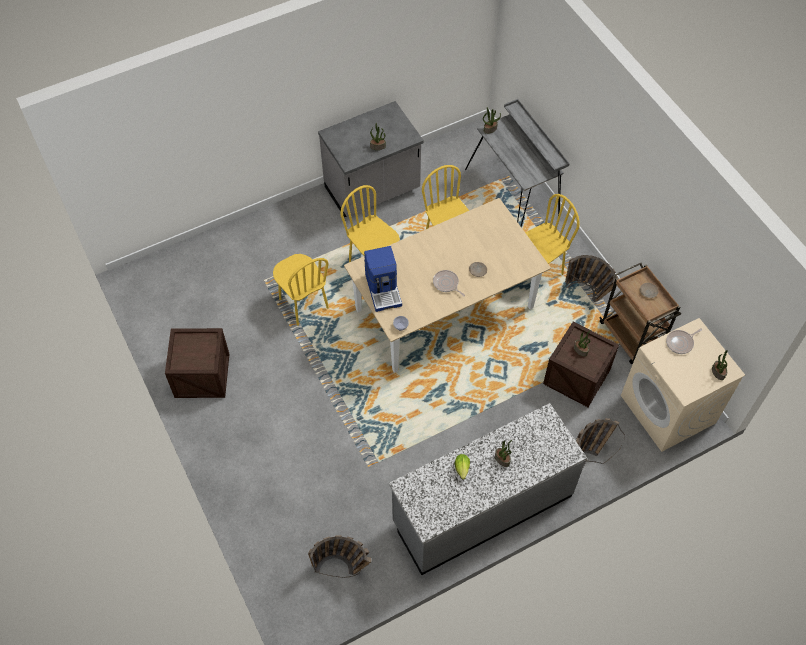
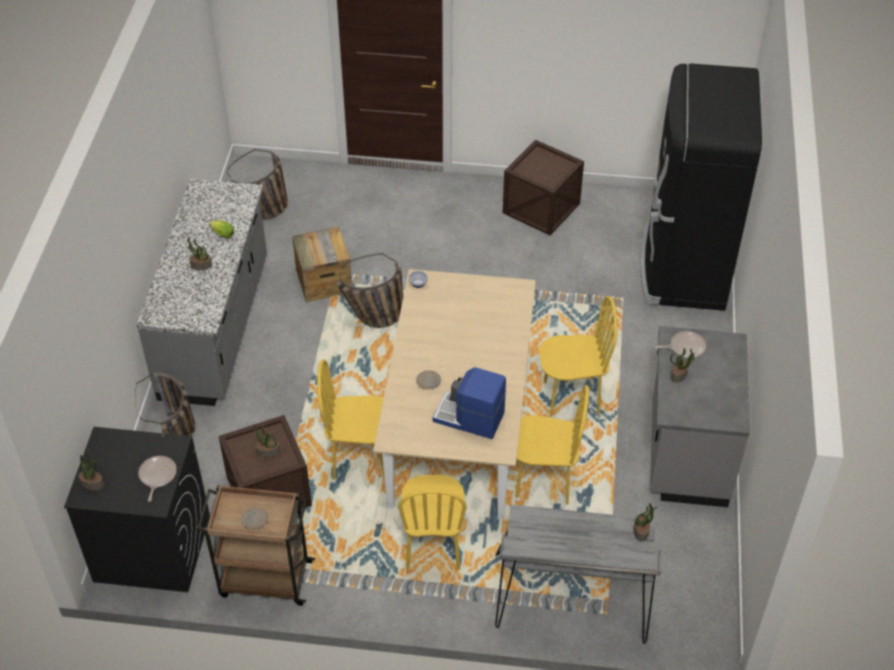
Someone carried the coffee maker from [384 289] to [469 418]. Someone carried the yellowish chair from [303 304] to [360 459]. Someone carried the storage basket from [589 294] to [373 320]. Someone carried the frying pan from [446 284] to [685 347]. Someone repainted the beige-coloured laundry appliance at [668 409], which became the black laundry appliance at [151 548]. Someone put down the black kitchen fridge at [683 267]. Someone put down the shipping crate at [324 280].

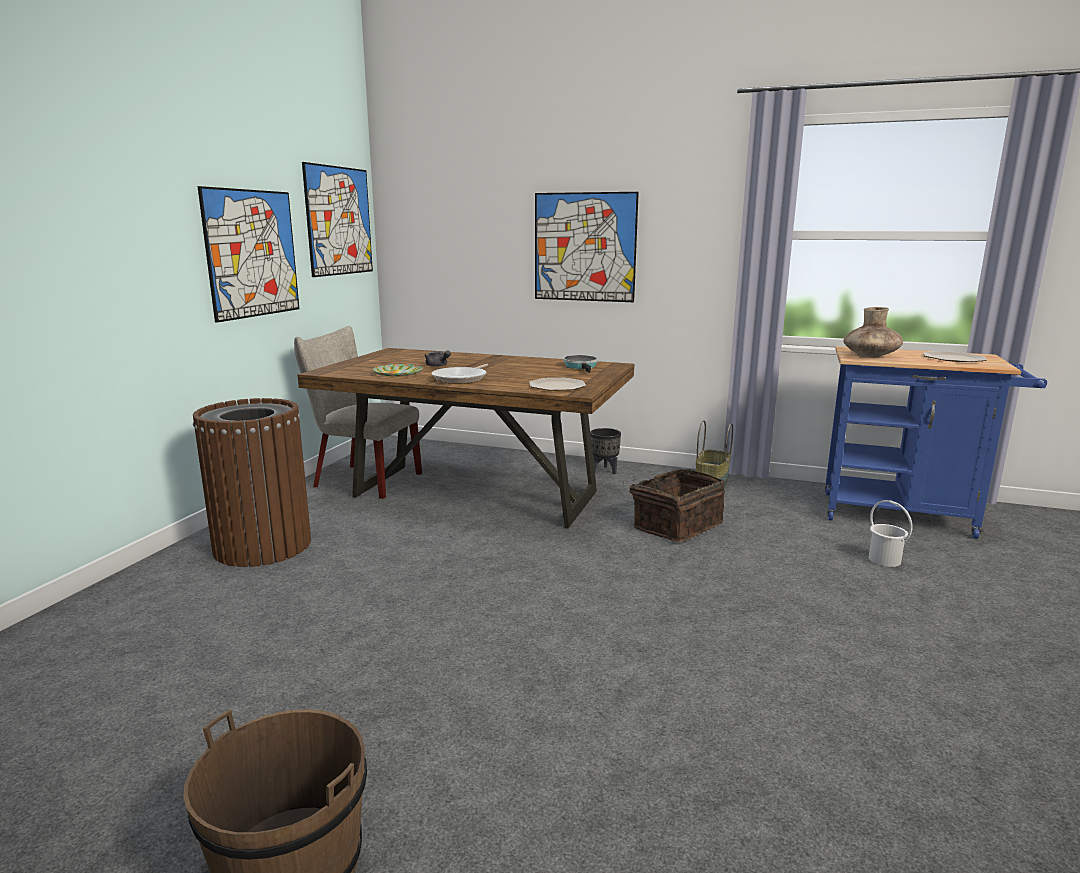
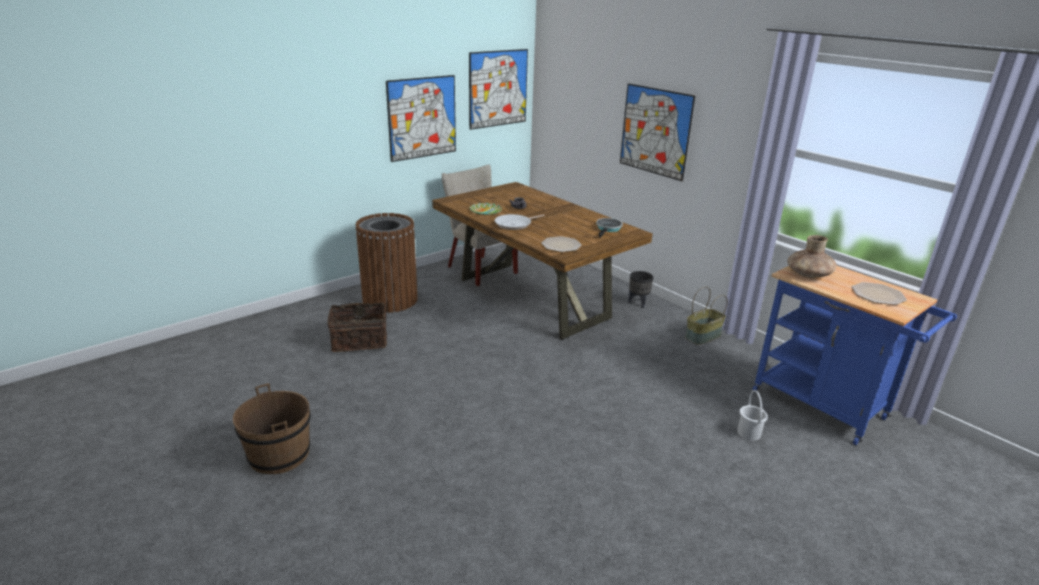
Someone carried the storage basket from [675 526] to [359 340].

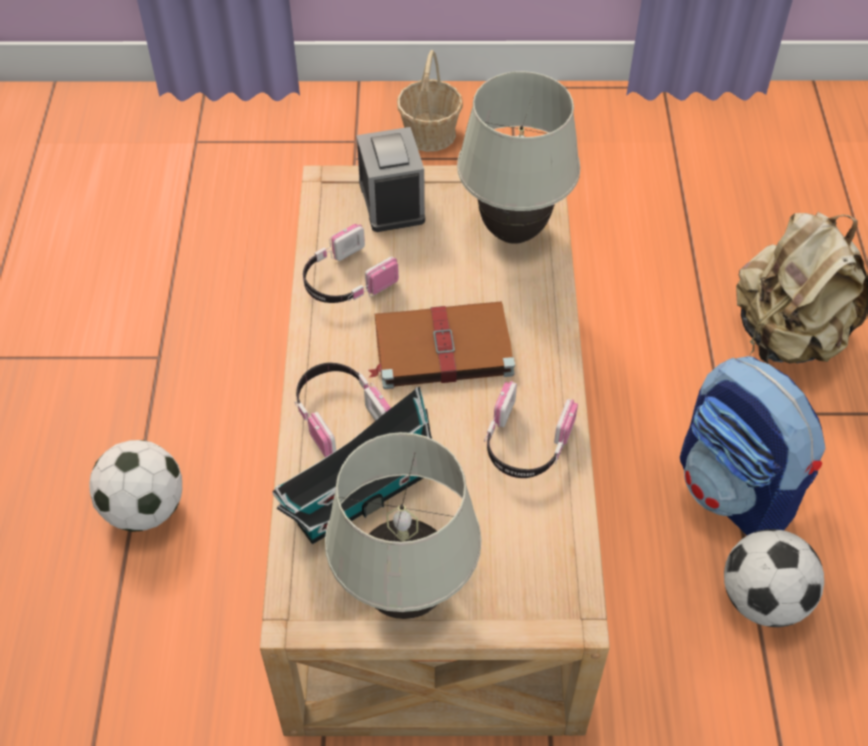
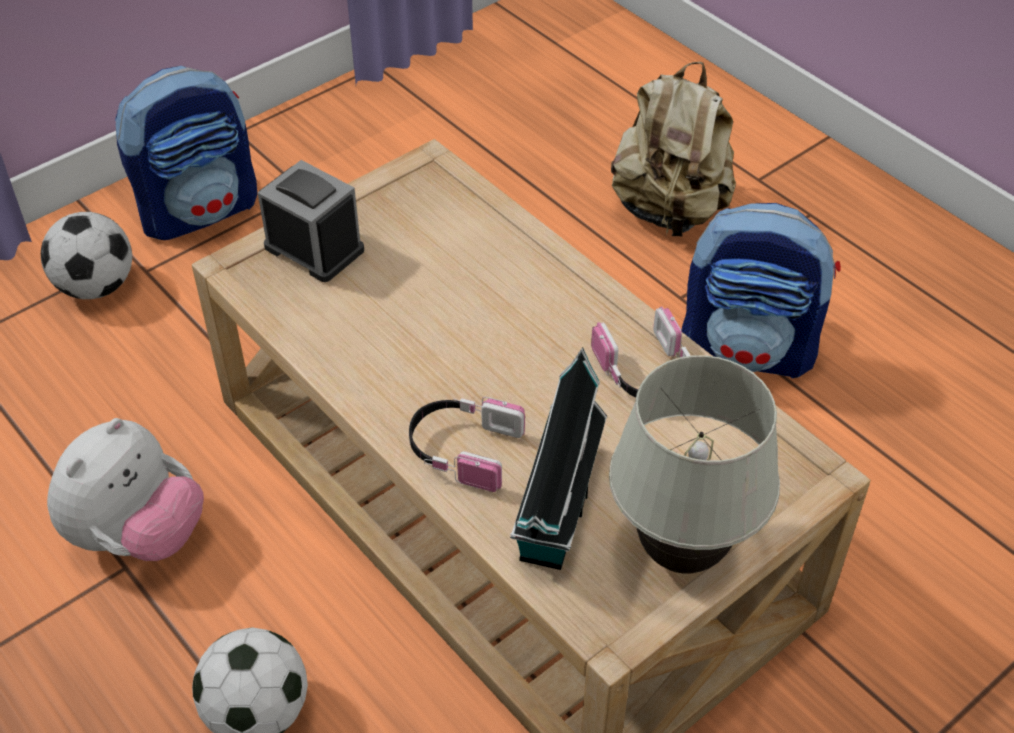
Someone swapped the storage basket at [430 133] for the knapsack at [200 210]. Someone took away the whitish table lamp at [514 232]. Someone took away the headphones at [345 281]. Someone took away the brown-coloured bound book at [440 348]. Someone carried the football from [763 599] to [96 286]. Someone put down the soft toy at [138 535].

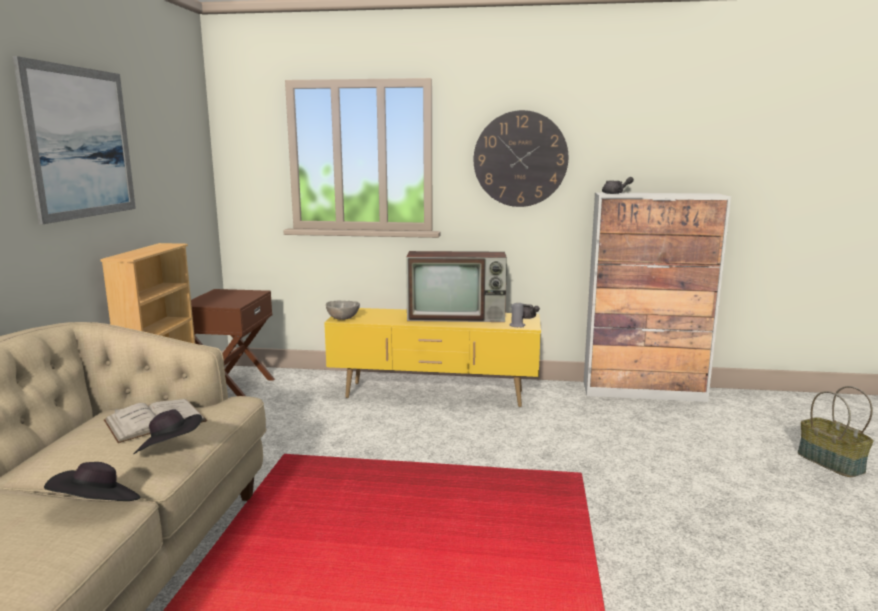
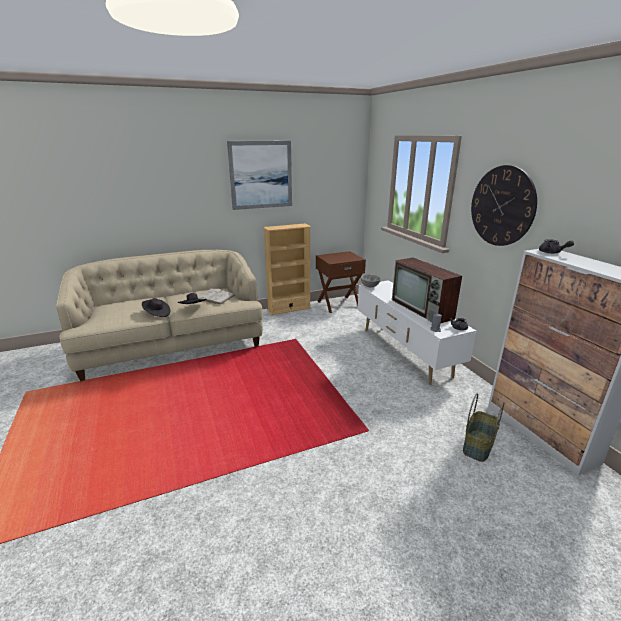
Someone repainted the yellowish tv unit at [435 395], which became the whitish tv unit at [404 352]. Someone carried the storage basket from [829 462] to [477 445].

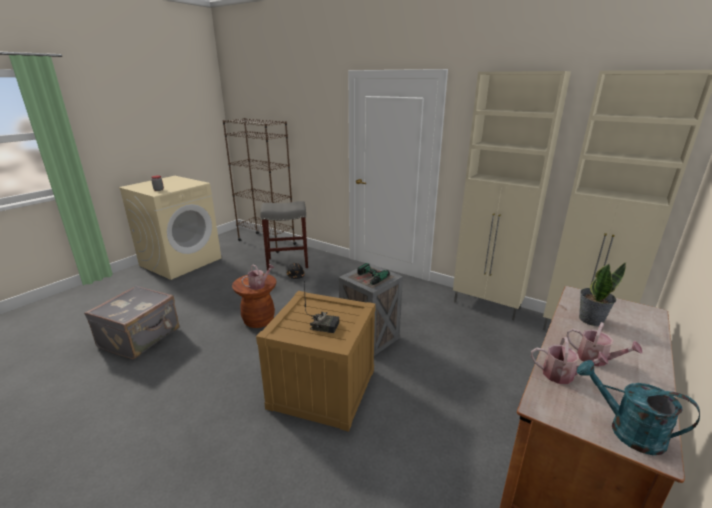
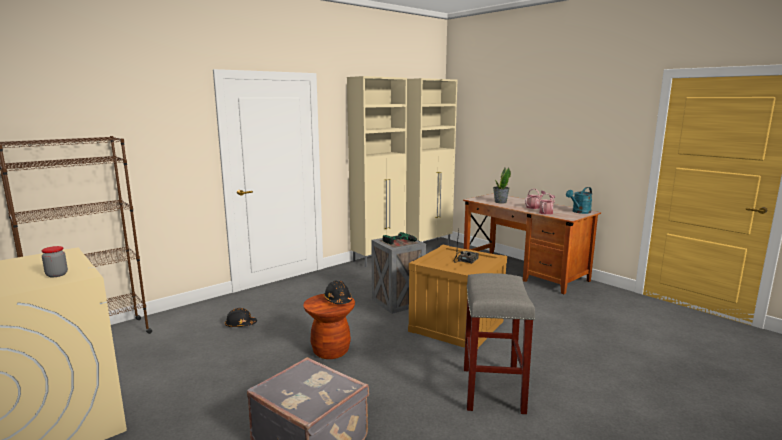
Someone carried the gray sitting stool from [288 263] to [492 389]. Someone swapped the watering can at [259 285] for the black hard hat at [338 300].

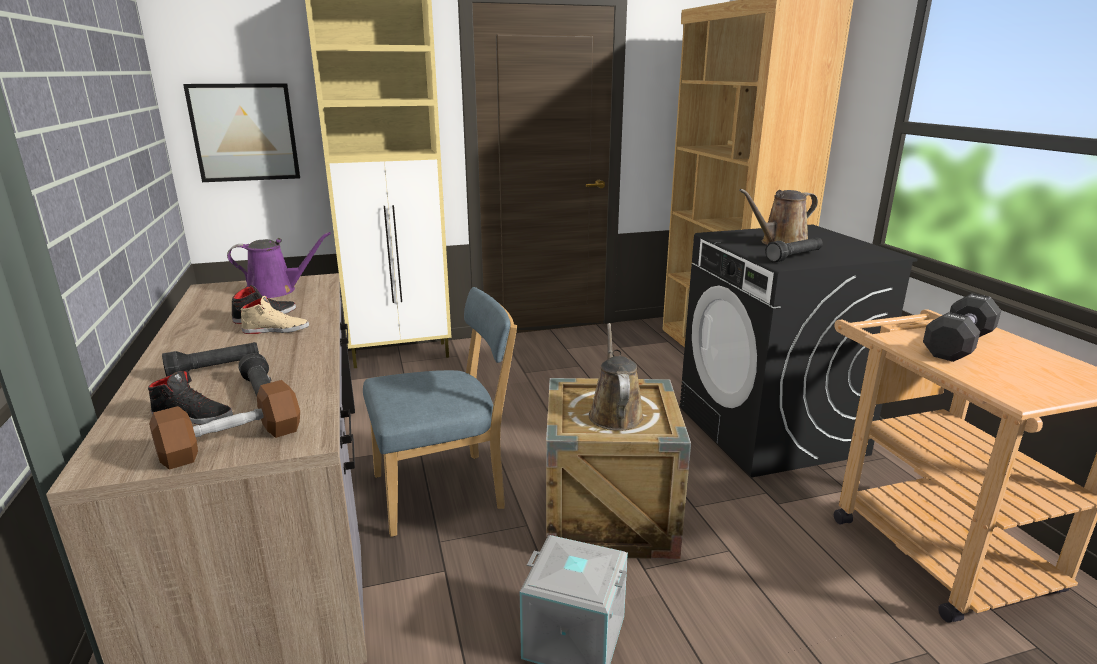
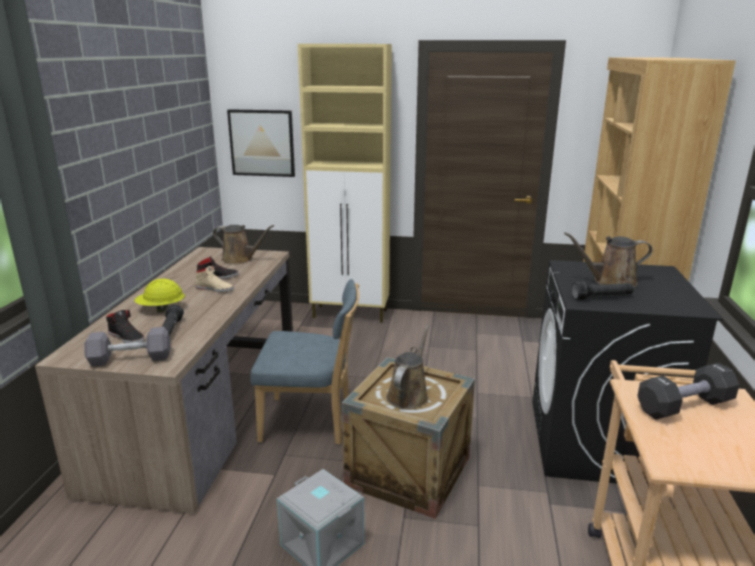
Someone repainted the purple watering can at [276 291], which became the brown-coloured watering can at [240 259]. Someone swapped the black hand torch at [214 369] for the yellowish hard hat at [161 309]. Someone repainted the brown-coloured hand weight at [232 443], which became the gray hand weight at [130 359].

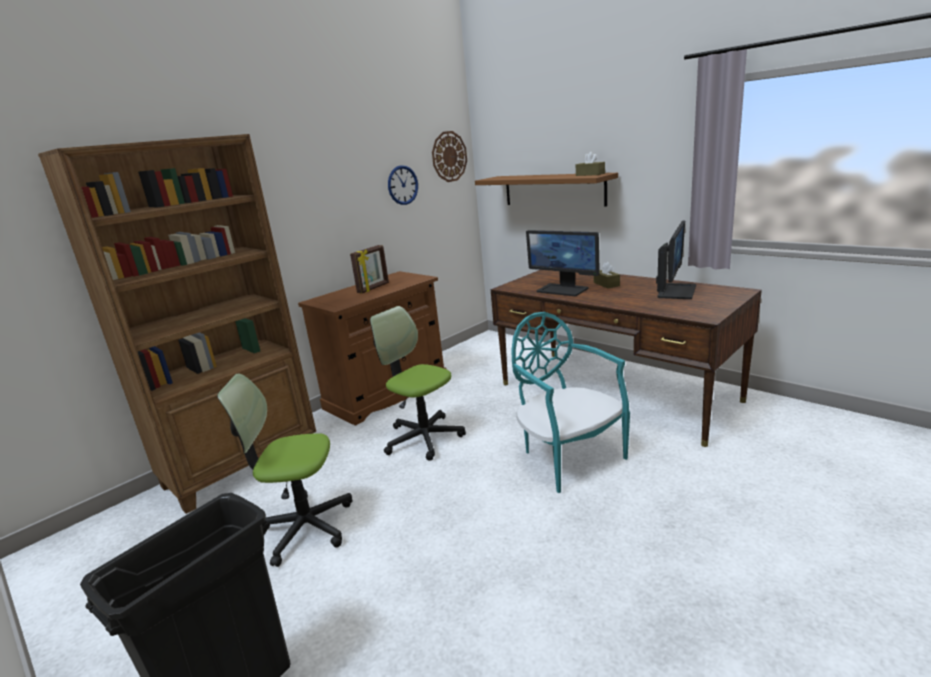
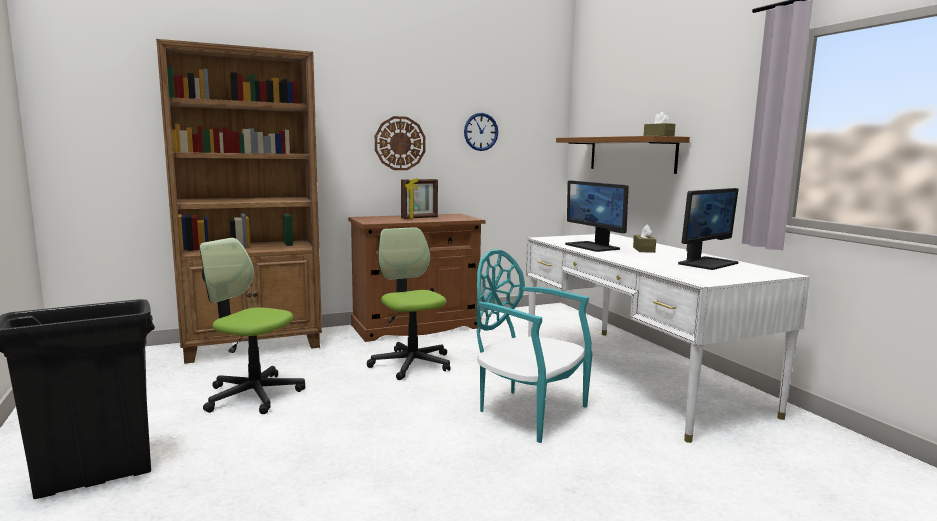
Someone carried the wall clock from [449 156] to [400 143]. Someone repainted the brown-coloured desk unit at [615 392], which became the whitish desk unit at [636 375]. Someone rotated the turquoise-coloured chair at [568 457] by 45 degrees counterclockwise.

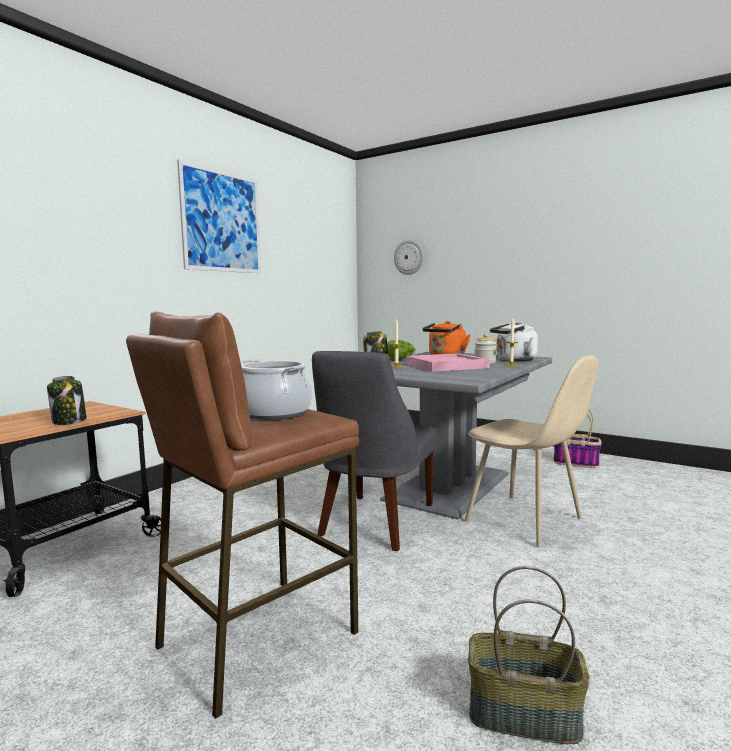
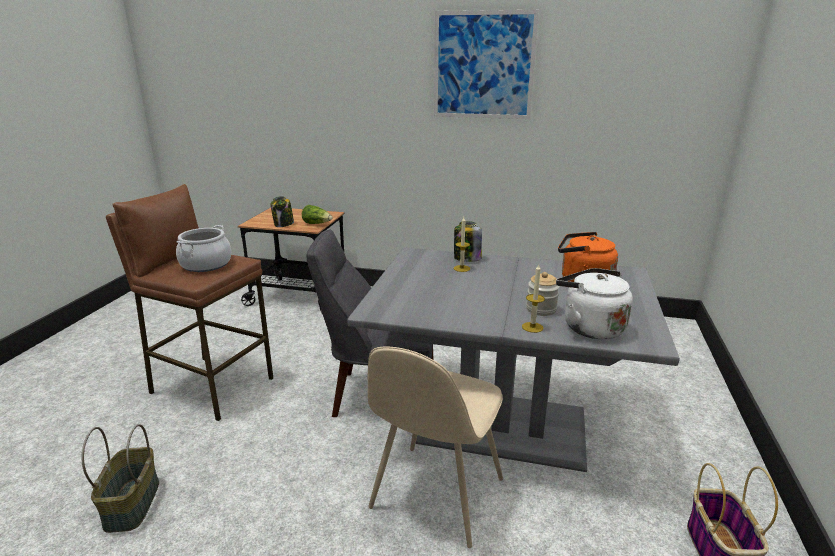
Someone took away the wall clock at [409 257]. Someone carried the head of lettuce from [400 360] to [317 224]. Someone took away the pink-coloured serving tray at [446 366].

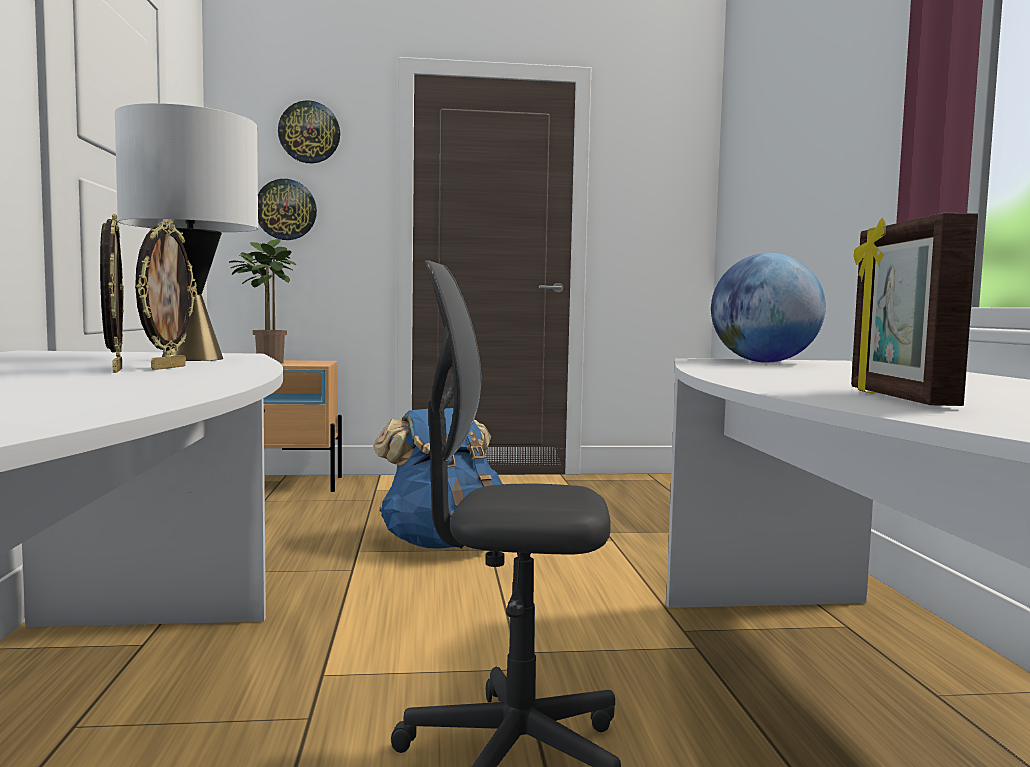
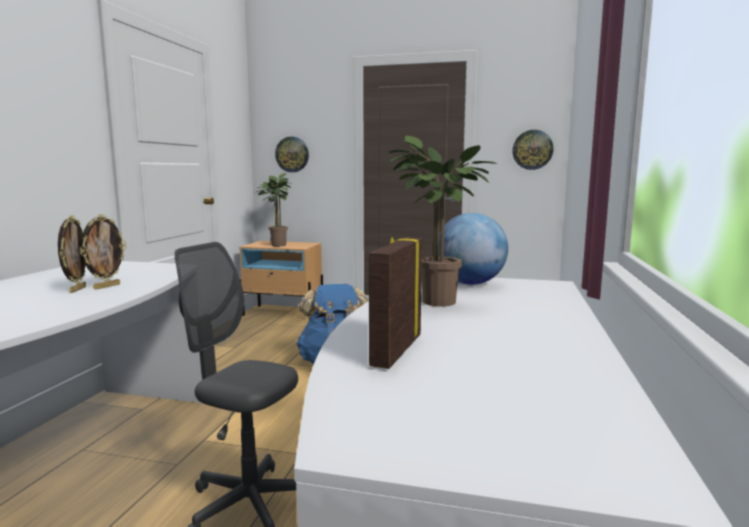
Someone carried the wall clock from [309 132] to [532 150]. Someone took away the whitish table lamp at [192 358]. Someone put down the potted plant at [432 302].

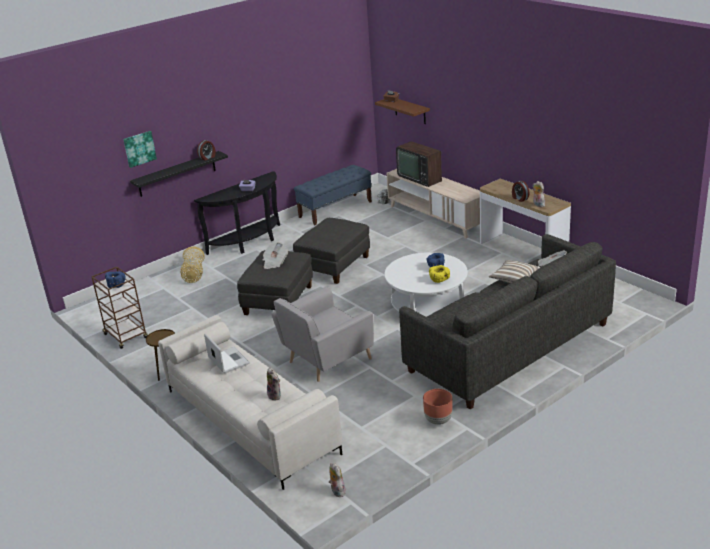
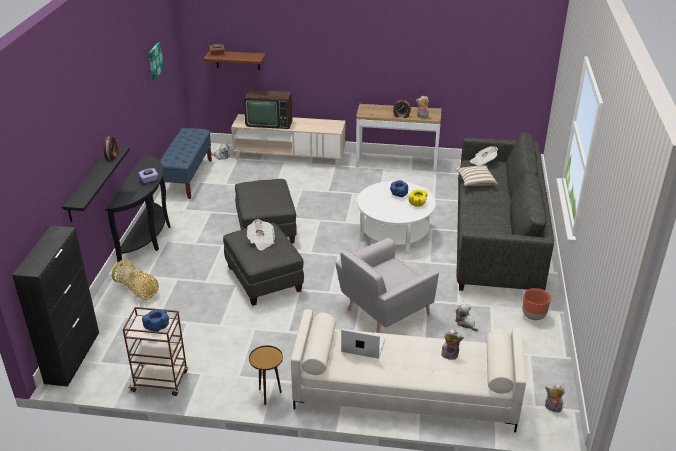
Someone carried the picture from [139 148] to [154 60]. Someone rotated the gray lounge chair at [326 359] by 45 degrees clockwise. Someone put down the black cupboard at [73 357]. Someone put down the soft toy at [466 323].

